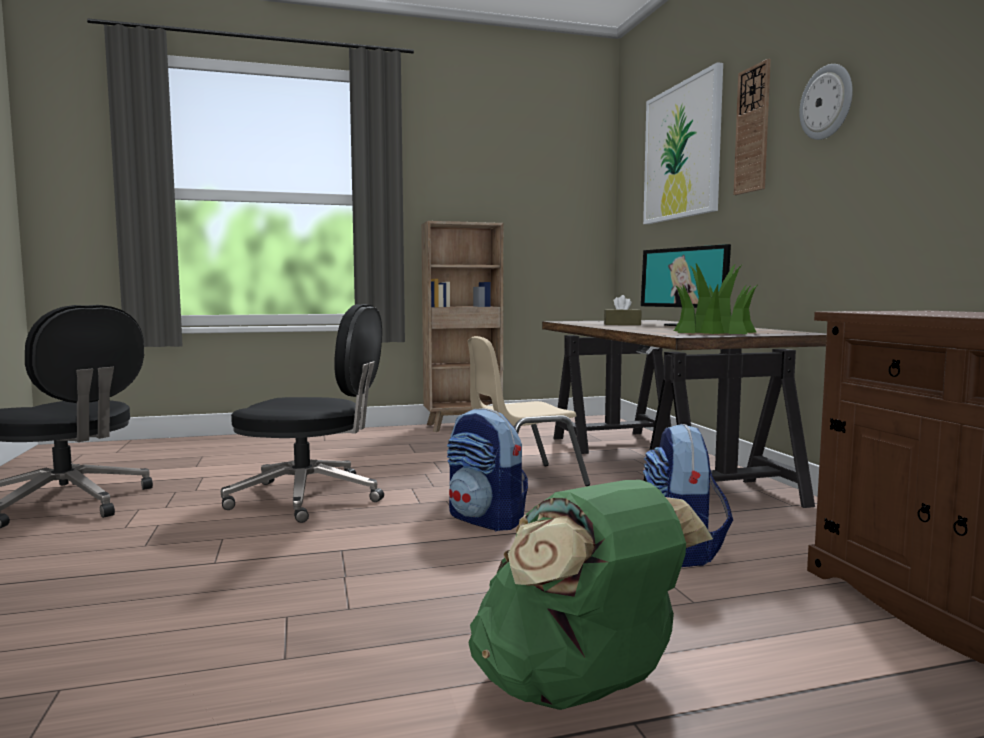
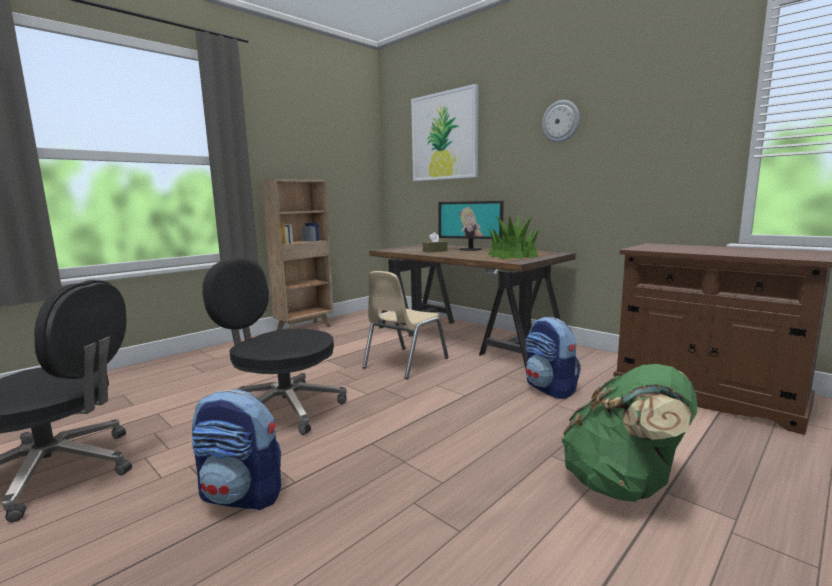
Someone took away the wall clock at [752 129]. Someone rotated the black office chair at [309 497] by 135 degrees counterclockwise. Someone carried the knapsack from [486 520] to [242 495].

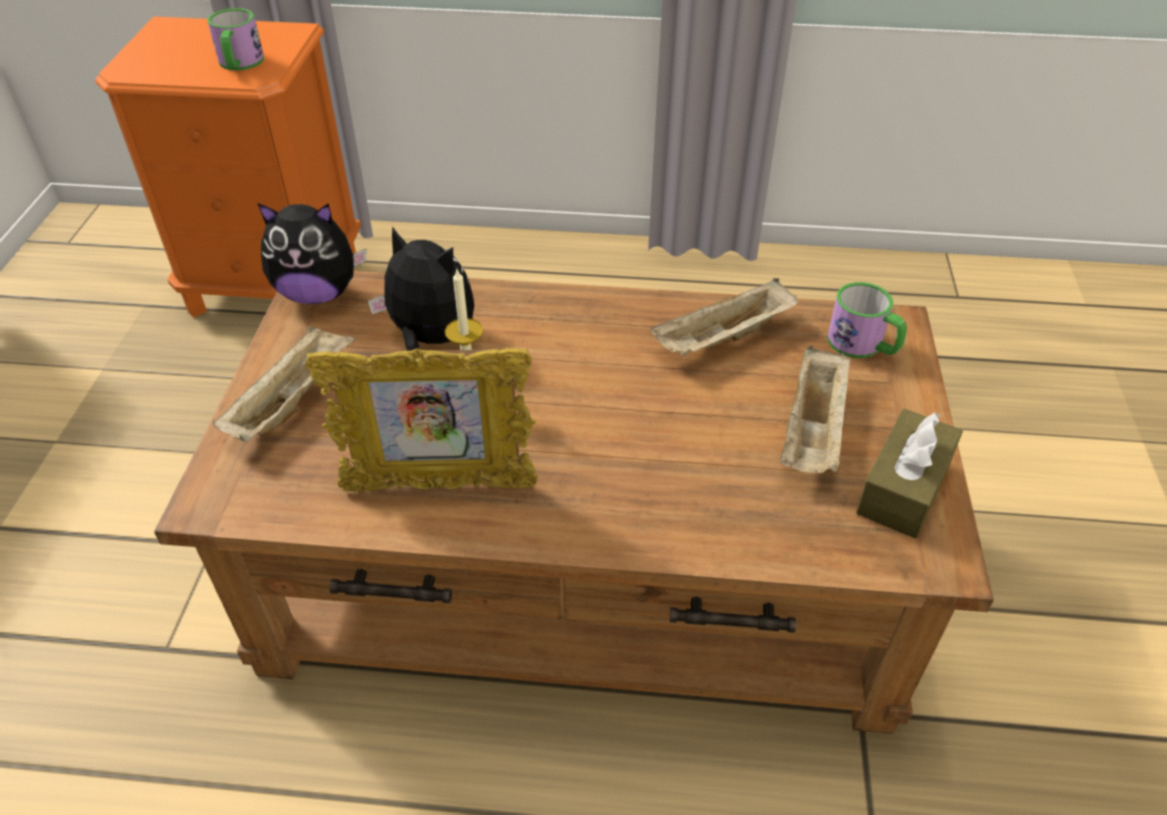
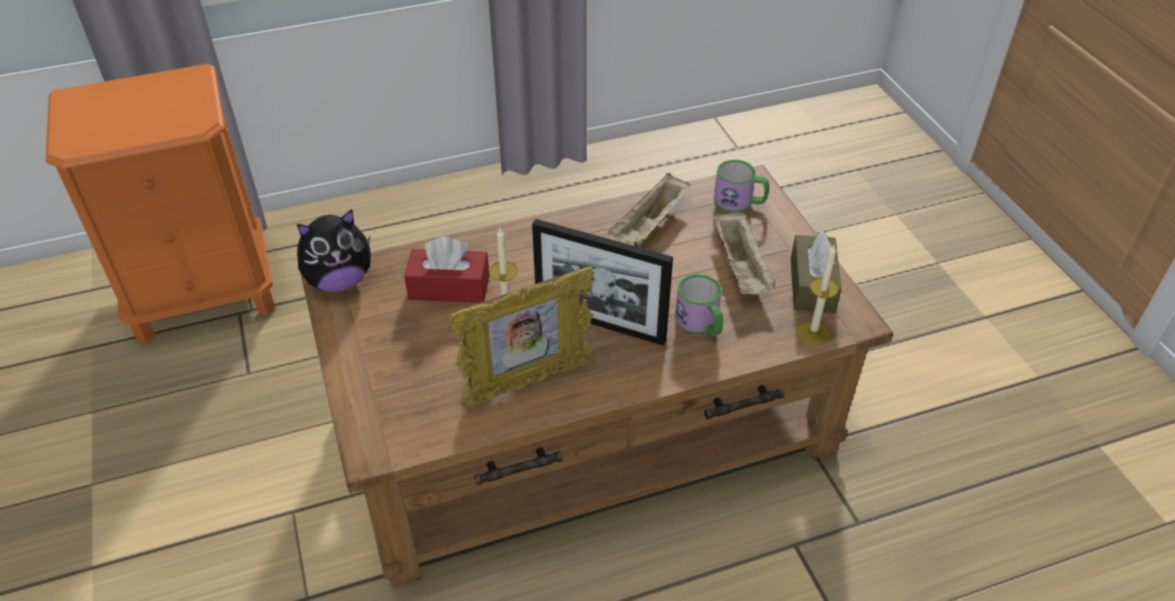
Someone carried the tea mug from [240 64] to [701 324]. Someone swapped the soft toy at [430 339] for the red box of tissues at [449 287]. Someone took away the beige-coloured serving tray at [292 400]. Someone put down the photo frame at [600 323]. Someone put down the wax candle at [813 334].

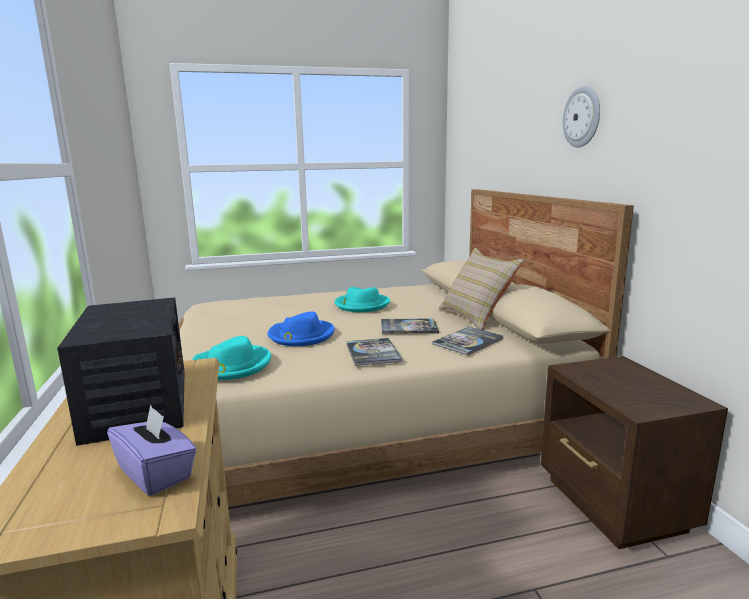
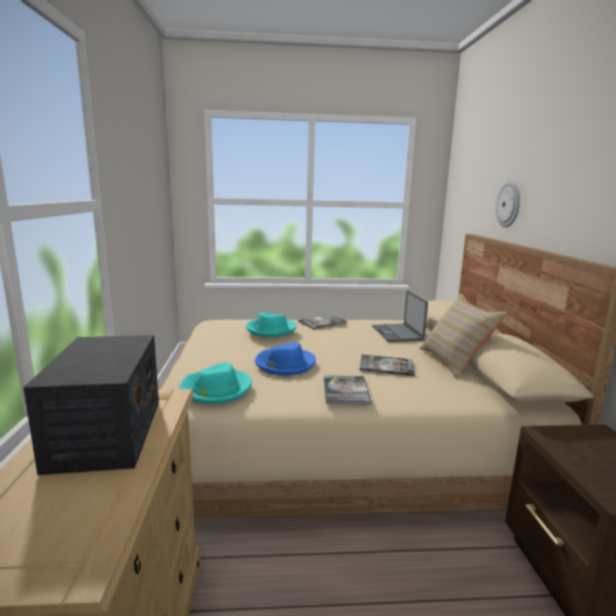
Someone carried the wall clock from [582 117] to [509 204]. Someone carried the turquoise-coloured clothing hat from [362 305] to [271 329]. Someone carried the bound book from [468 341] to [322 322]. Someone took away the purple box of tissues at [156 473]. Someone put down the notebook computer at [397 333].

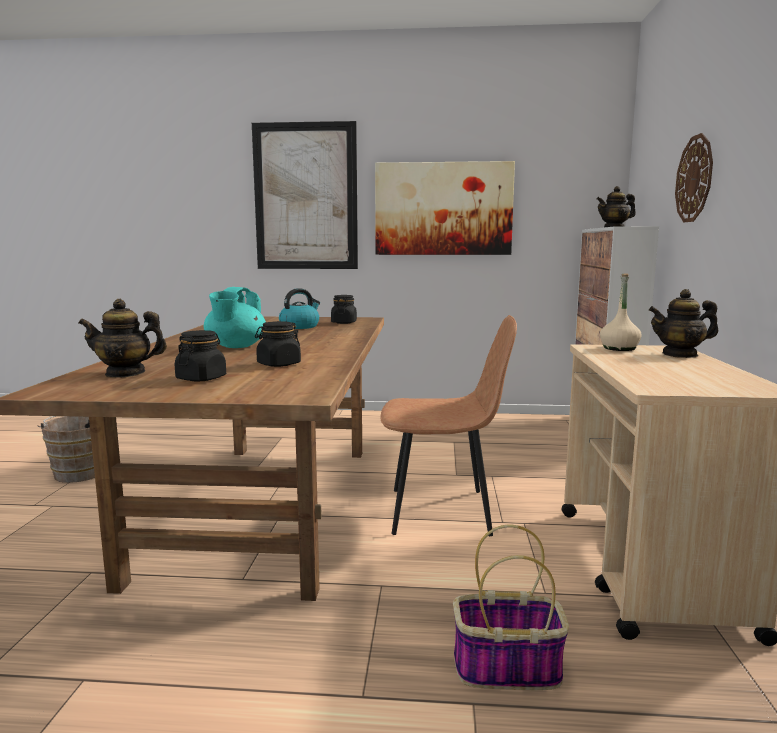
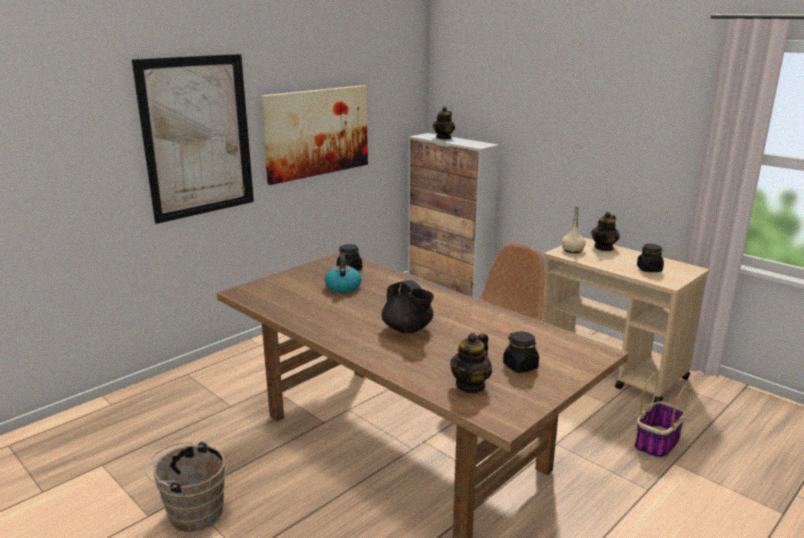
Someone took away the wall clock at [694 179]. Someone repainted the turquoise-coloured tea pot at [236 346], which became the black tea pot at [408 329]. Someone carried the black jar from [278 364] to [649 269].

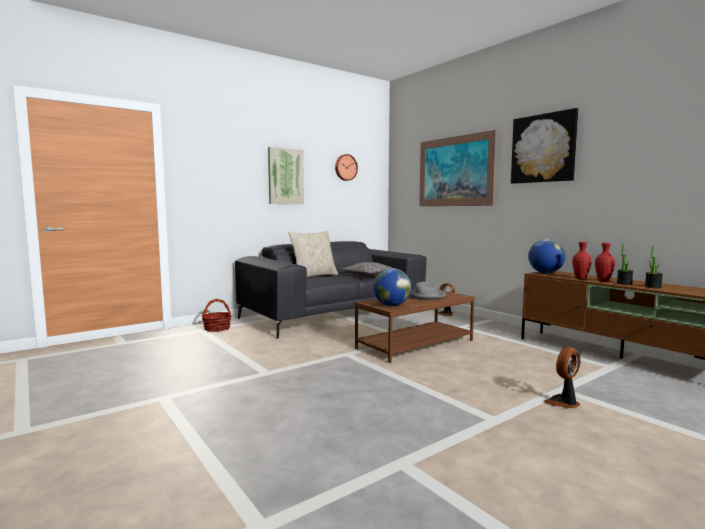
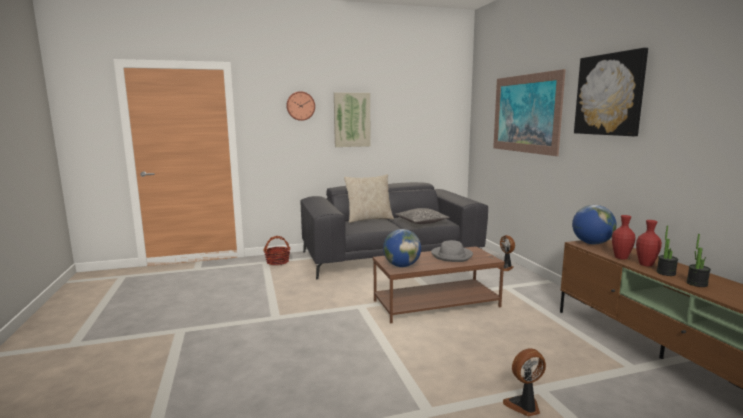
Someone carried the wall clock from [345 167] to [300 106].

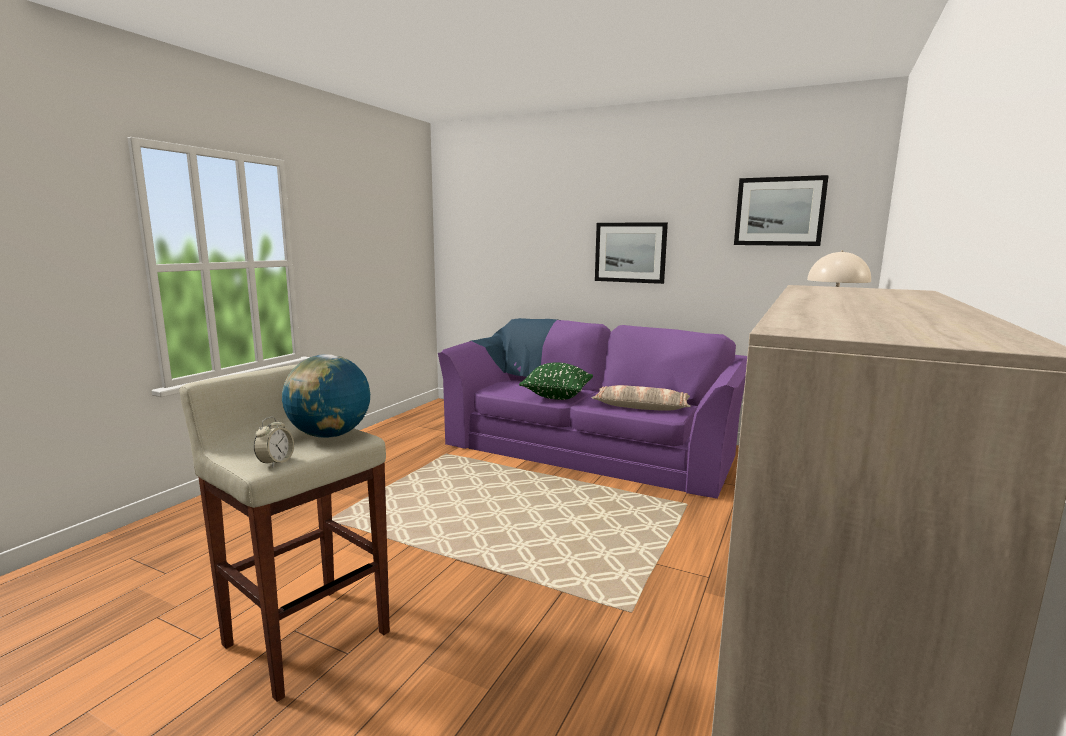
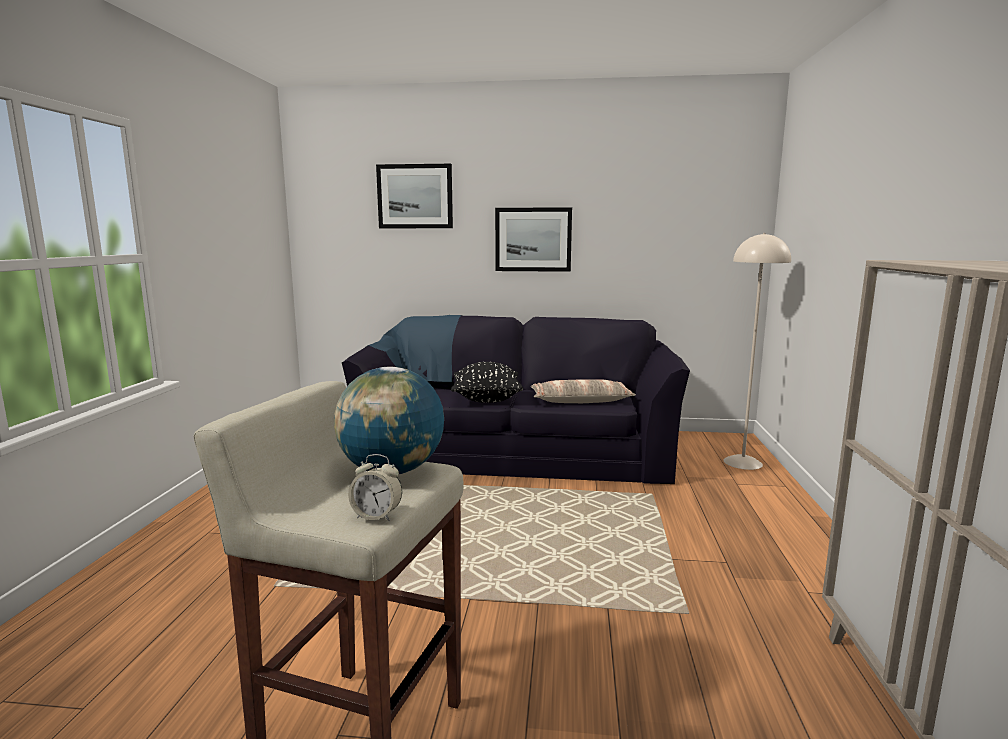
Someone carried the picture from [779 211] to [415 196]. Someone repainted the purple settee at [590 446], which became the black settee at [515 450]. Someone repainted the green-coloured pillow at [557 396], which became the black pillow at [486 399]. Someone rotated the table clock at [275 462] by 105 degrees clockwise.

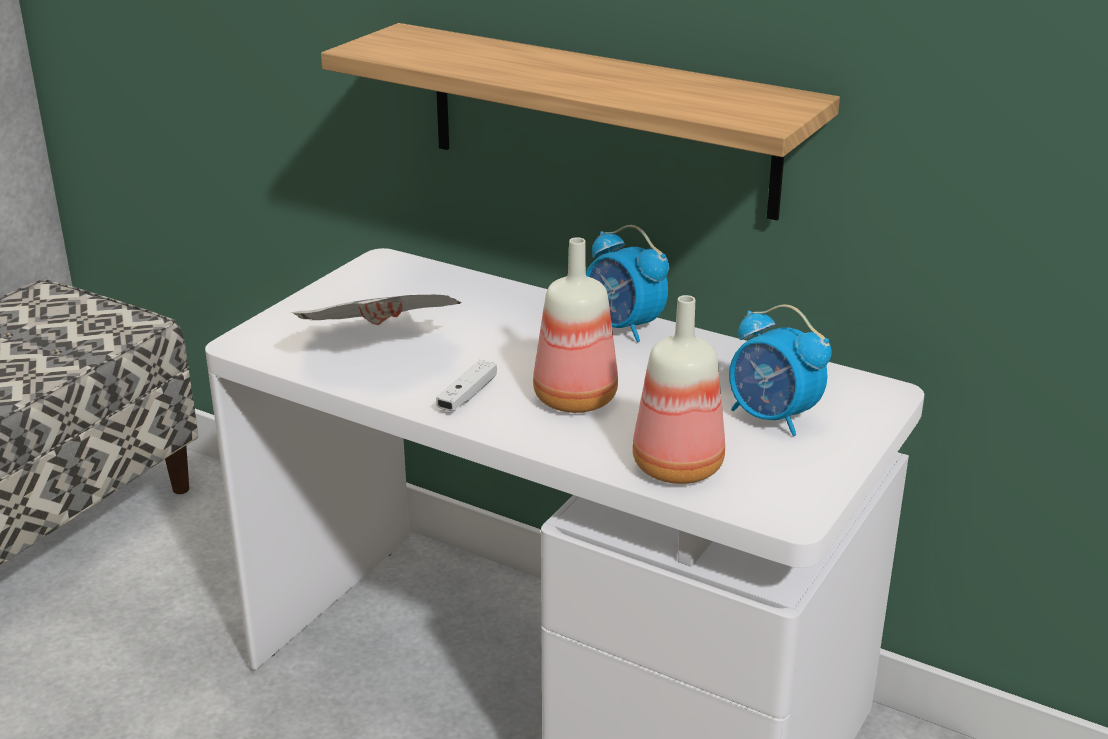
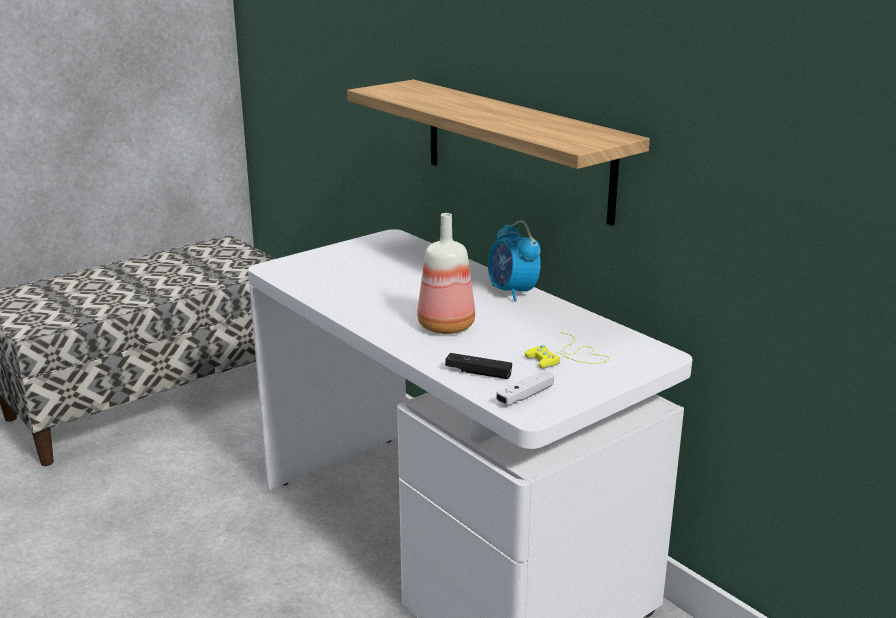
Someone took away the daily paper at [379 350]. Someone swapped the bottle at [675 466] for the black gamepad at [478 373]. Someone swapped the table clock at [772 418] for the yellowish gamepad at [568 357]. Someone carried the whitish gamepad from [467 395] to [525 396].

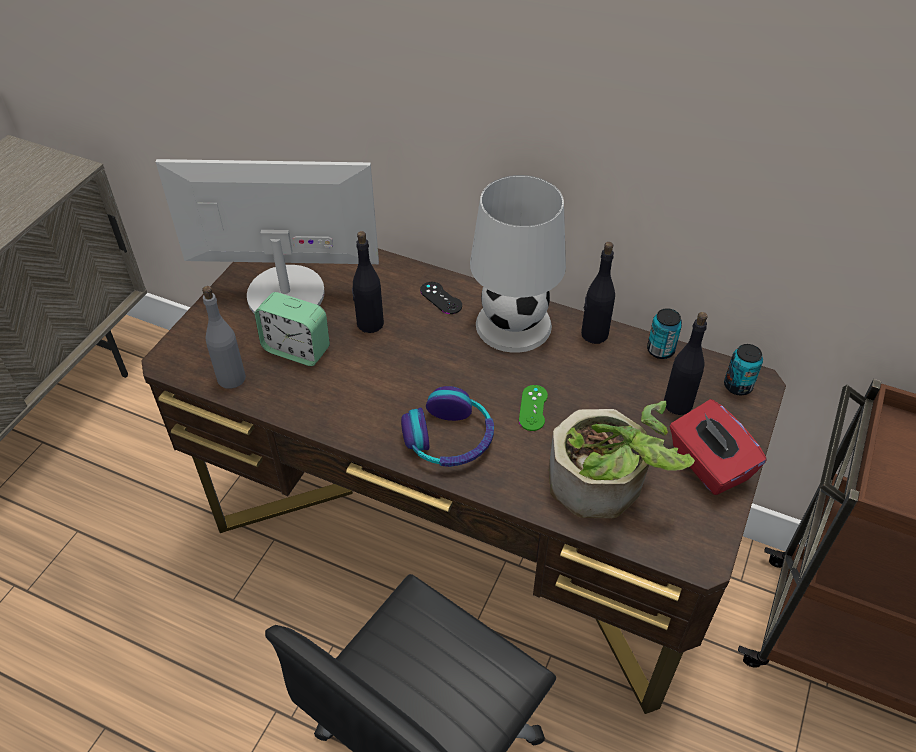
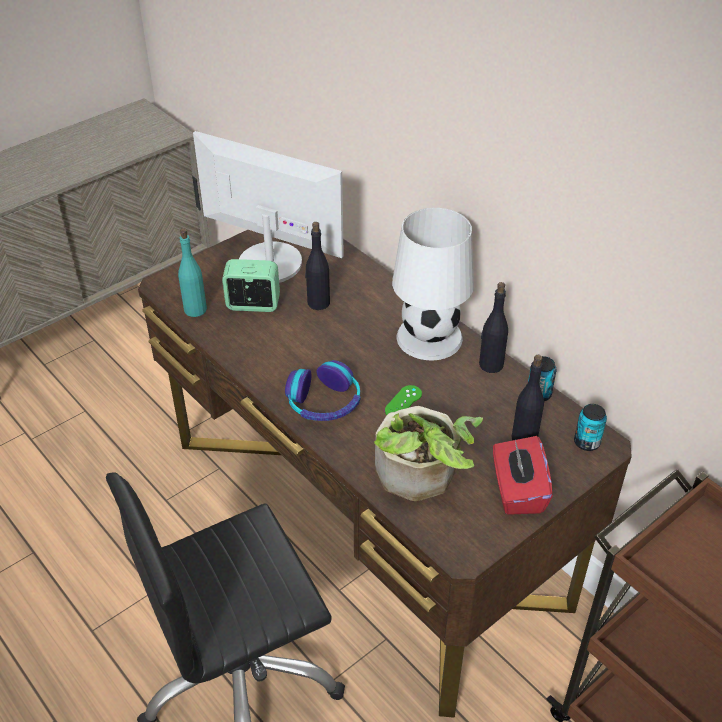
Someone took away the black gamepad at [441 298]. Someone repainted the gray bottle at [231 378], which became the turquoise-coloured bottle at [195 309]. Someone rotated the table clock at [296 349] by 135 degrees clockwise.

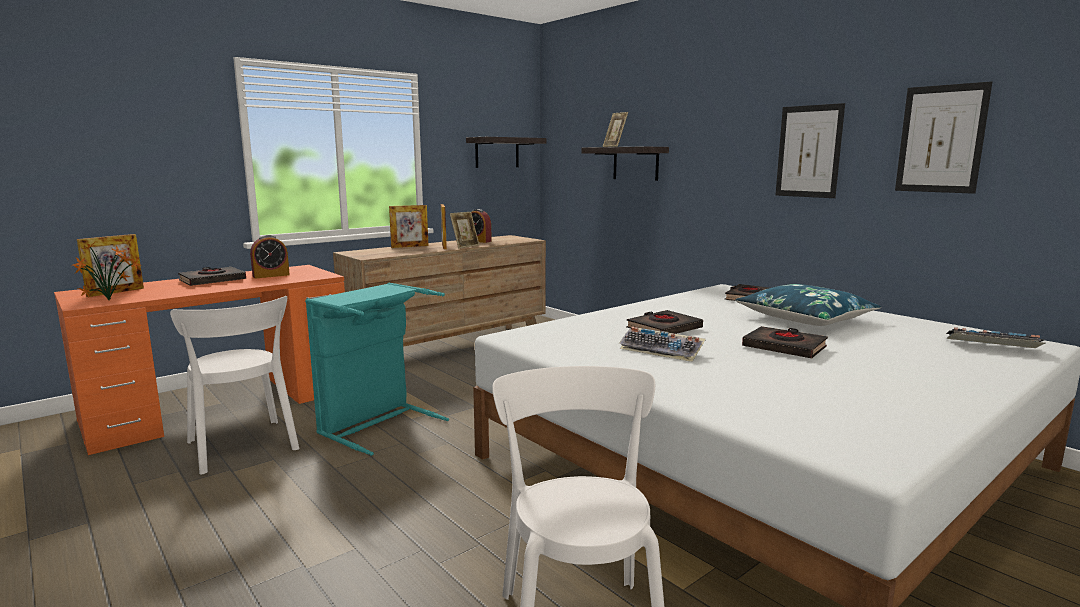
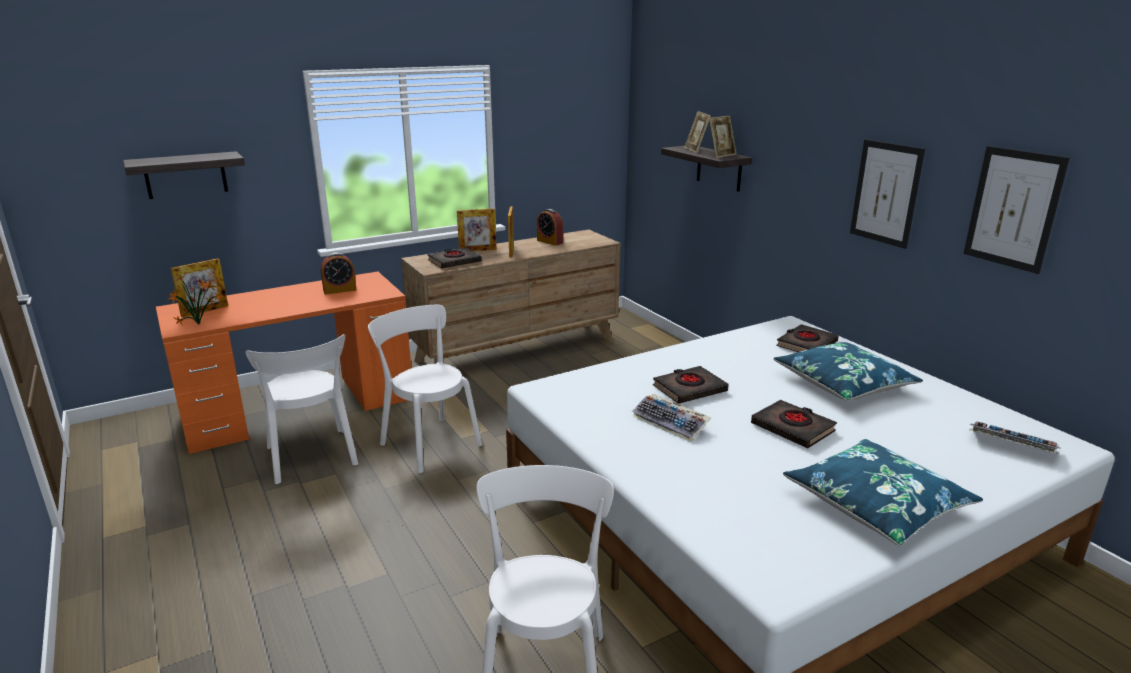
Someone carried the shelf from [497 152] to [185 175]. Someone carried the photo frame from [465 246] to [721 155]. Someone carried the black bound book from [212 280] to [454 261]. Someone swapped the turquoise-coloured hamper at [376 424] for the whitish chair at [428 442]. Someone put down the bluish pillow at [876 504].

